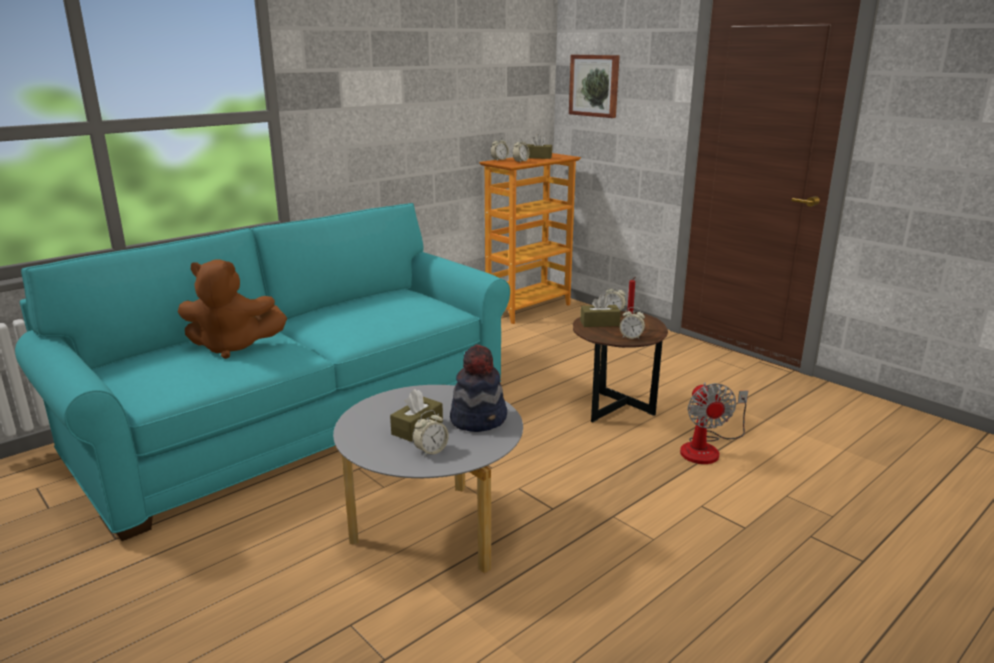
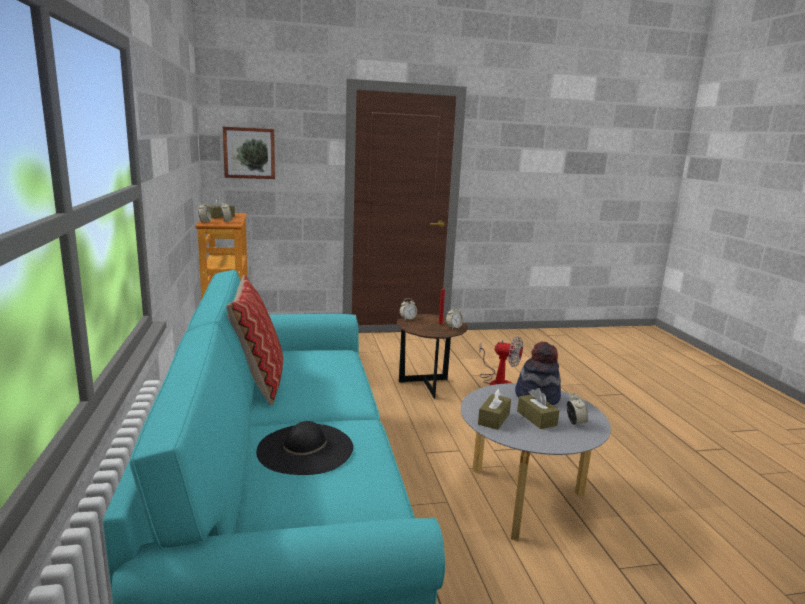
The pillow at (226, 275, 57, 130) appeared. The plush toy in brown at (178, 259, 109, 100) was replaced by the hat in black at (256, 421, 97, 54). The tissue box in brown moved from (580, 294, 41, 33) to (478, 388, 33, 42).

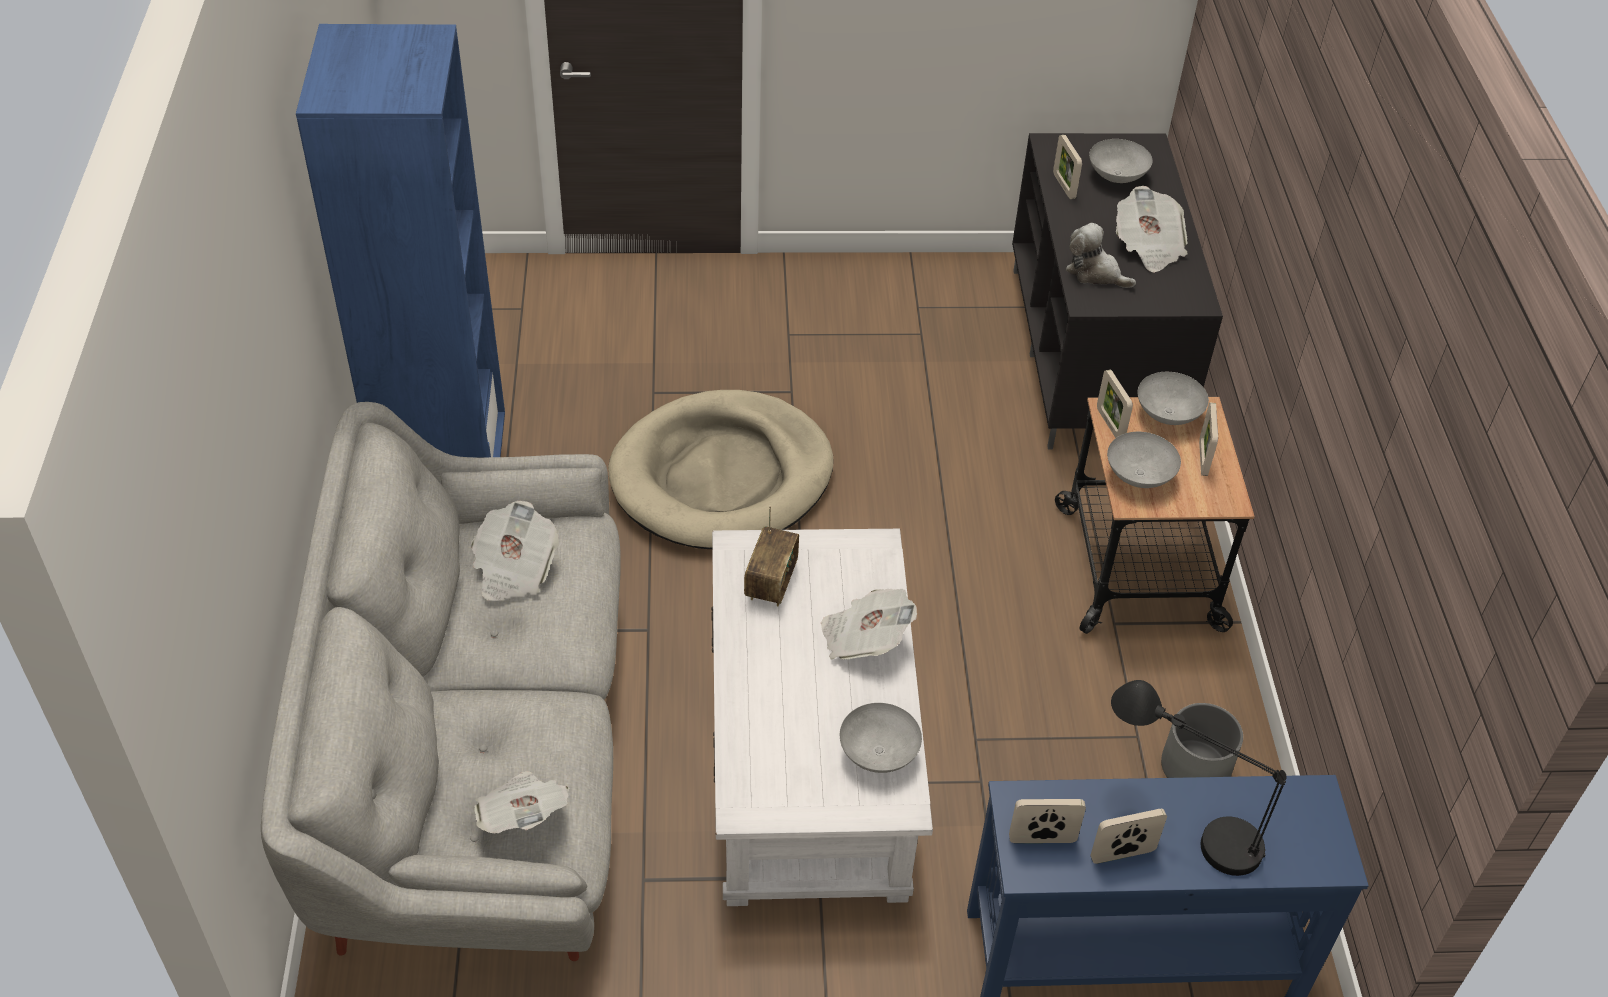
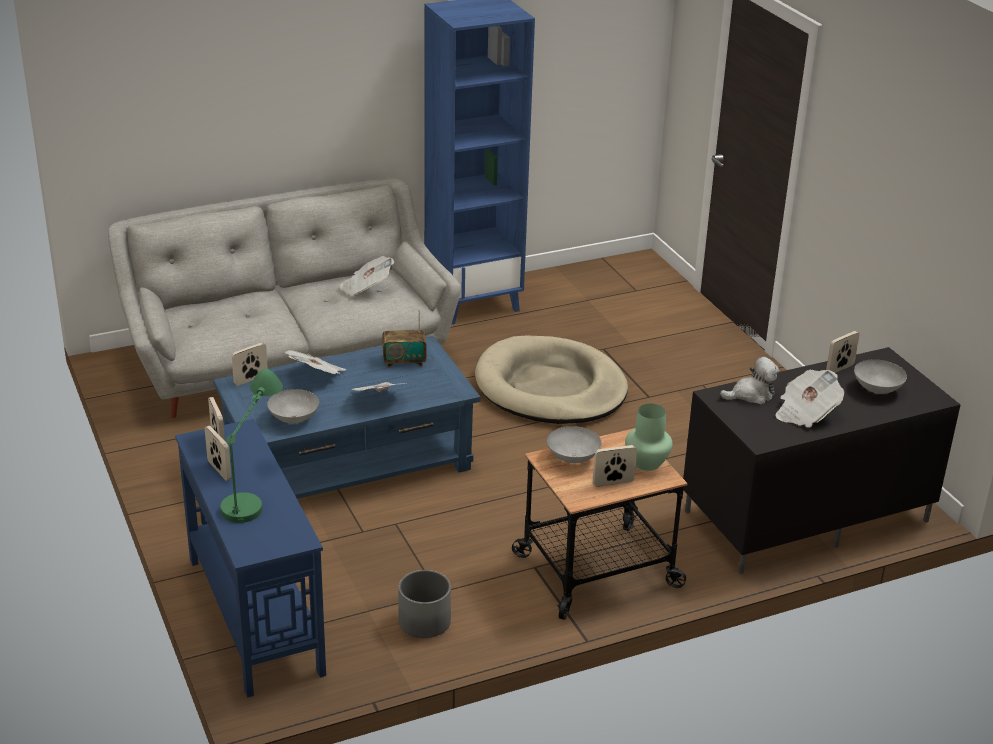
The coffee table in white at (711, 529, 222, 377) became the coffee table in blue at (213, 336, 268, 163). The table lamp in black at (1111, 680, 176, 196) became the table lamp in green at (220, 369, 63, 154). The picture frame moved from (1097, 369, 36, 69) to (232, 343, 36, 43). The newspaper moved from (474, 771, 95, 62) to (285, 350, 61, 24). The bowl in grey at (1137, 372, 72, 53) was replaced by the vase in green at (625, 404, 48, 67). The plush toy at (1066, 223, 70, 65) turned 60 degrees clockwise.

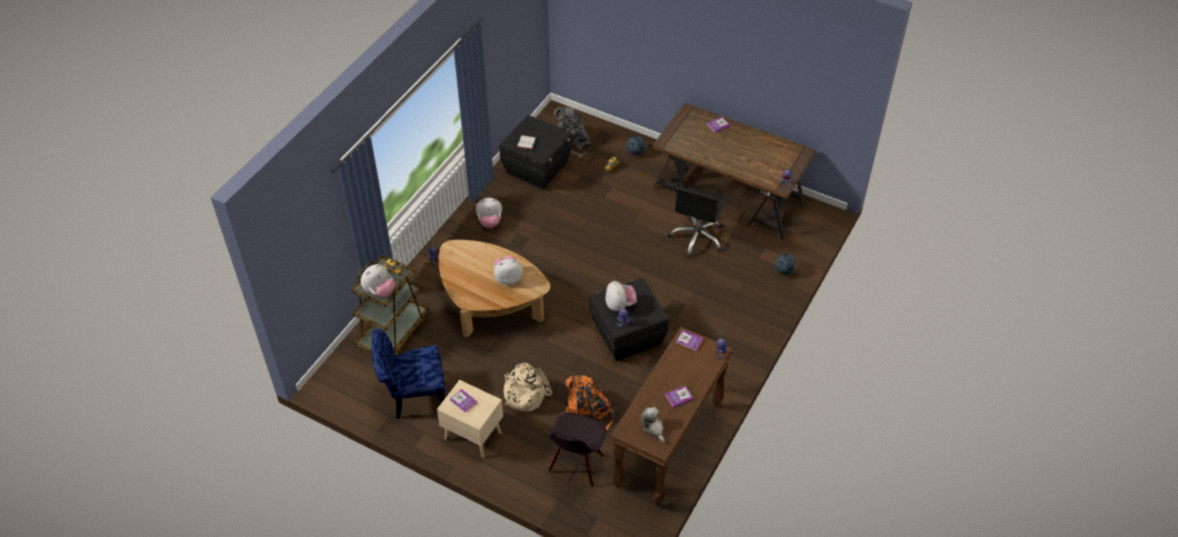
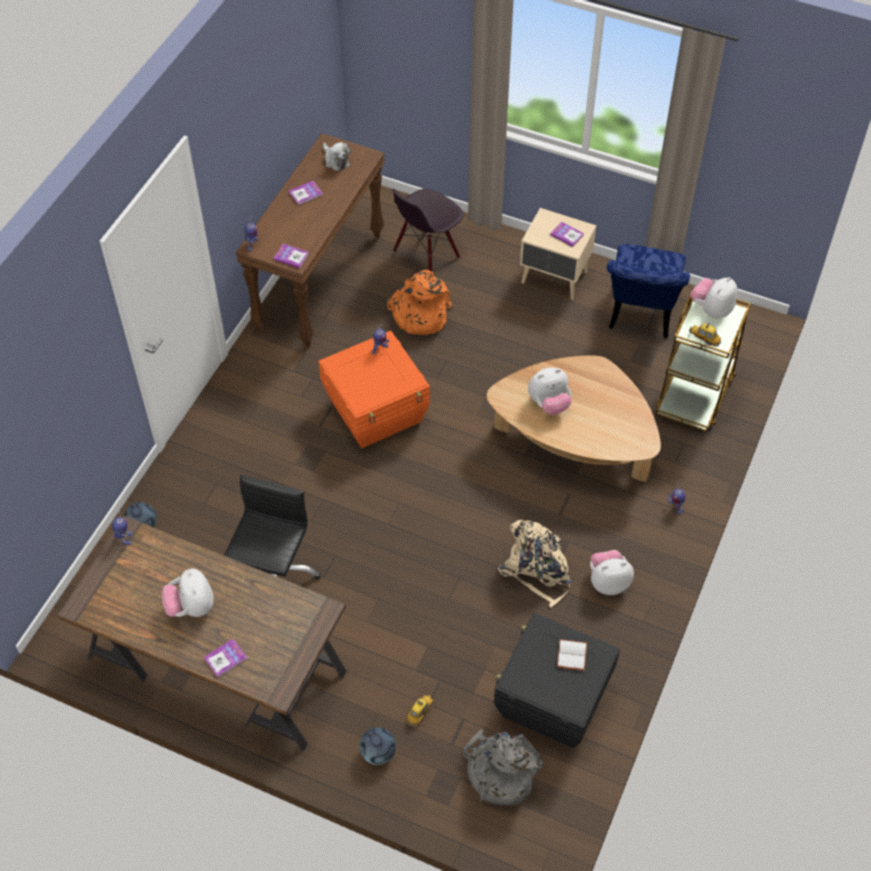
The plush toy moved from (605, 281, 32, 30) to (162, 568, 52, 49). The storage box in black at (590, 278, 79, 83) became the storage box in orange at (319, 331, 111, 117). The chair in black at (548, 413, 58, 75) turned 150 degrees counterclockwise. The backpack in beige moved from (503, 363, 49, 49) to (498, 520, 74, 87). The chair in blue at (372, 329, 73, 90) turned 120 degrees clockwise.

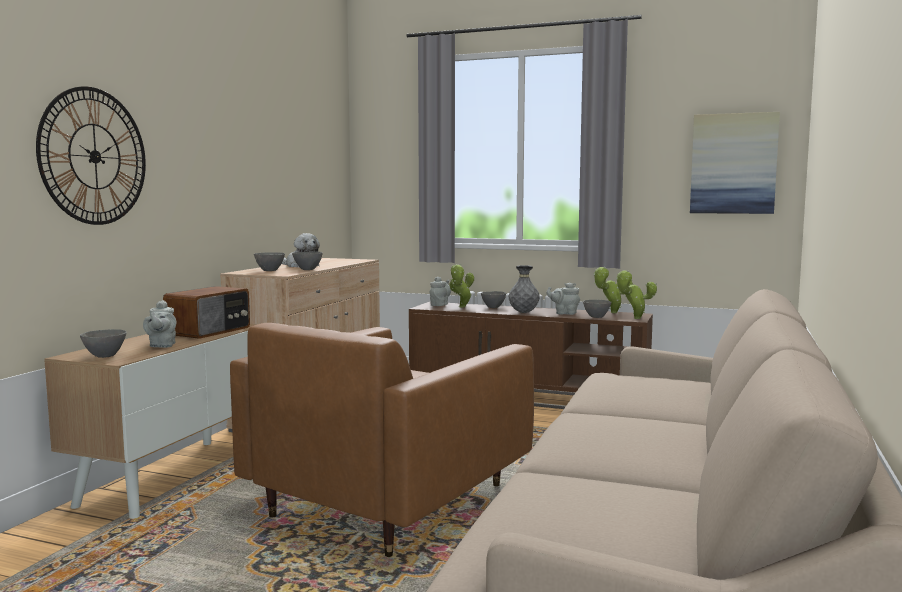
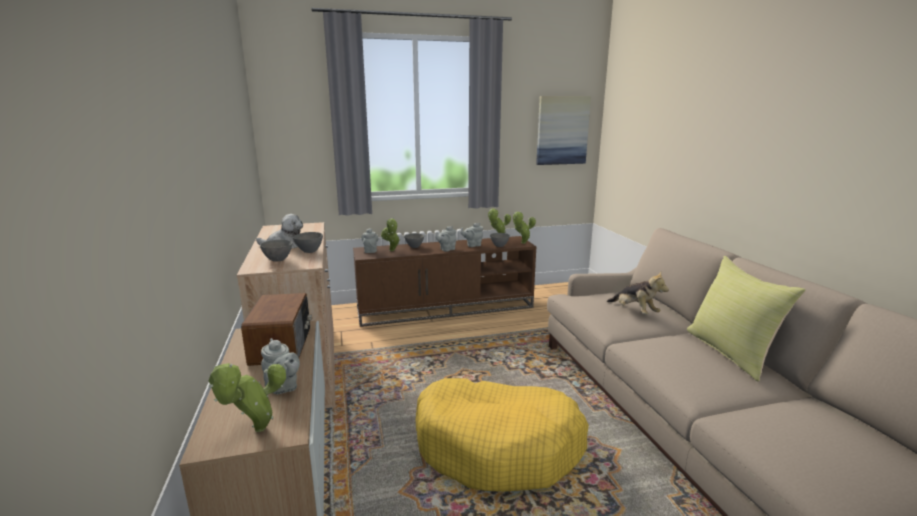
The bowl in grey at (80, 329, 47, 29) was replaced by the potted plant at (209, 363, 77, 69). The armchair in brown at (230, 323, 304, 234) was replaced by the dog bed in yellow at (415, 378, 174, 114). The vase in grey at (509, 265, 31, 48) was replaced by the teapot in grey at (435, 226, 22, 26). The plush toy at (607, 272, 62, 43) appeared. The pillow in yellow at (687, 256, 119, 125) appeared. The wall clock at (36, 86, 110, 139) disappeared.

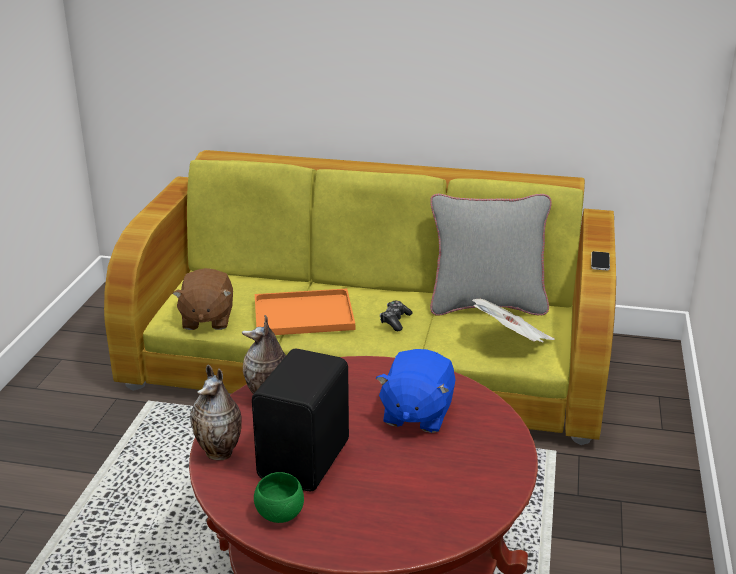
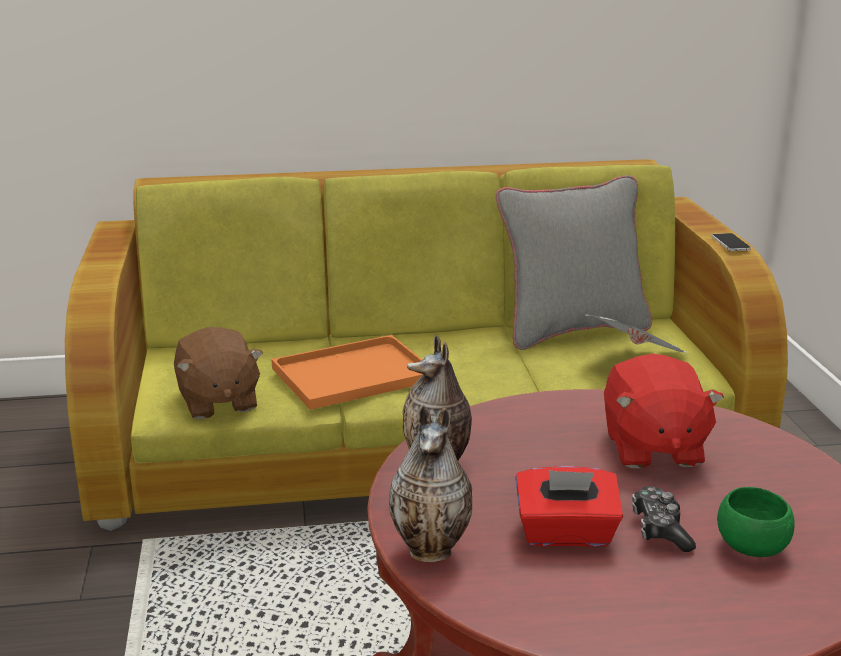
The speaker in black at (252, 349, 97, 142) was replaced by the tissue box in red at (515, 466, 108, 81). The plush toy in blue at (376, 349, 80, 84) became the plush toy in red at (604, 354, 120, 115). The game controller moved from (380, 301, 33, 30) to (632, 486, 64, 66). The bowl in green moved from (254, 472, 50, 51) to (717, 487, 78, 70).

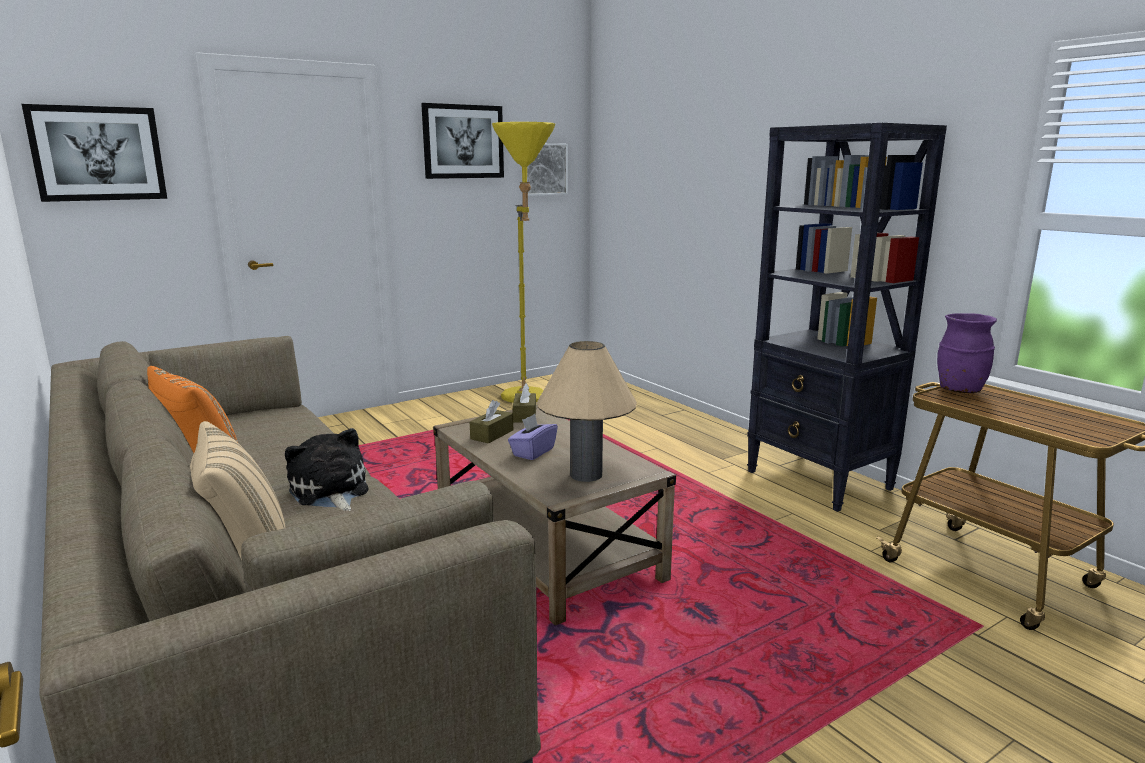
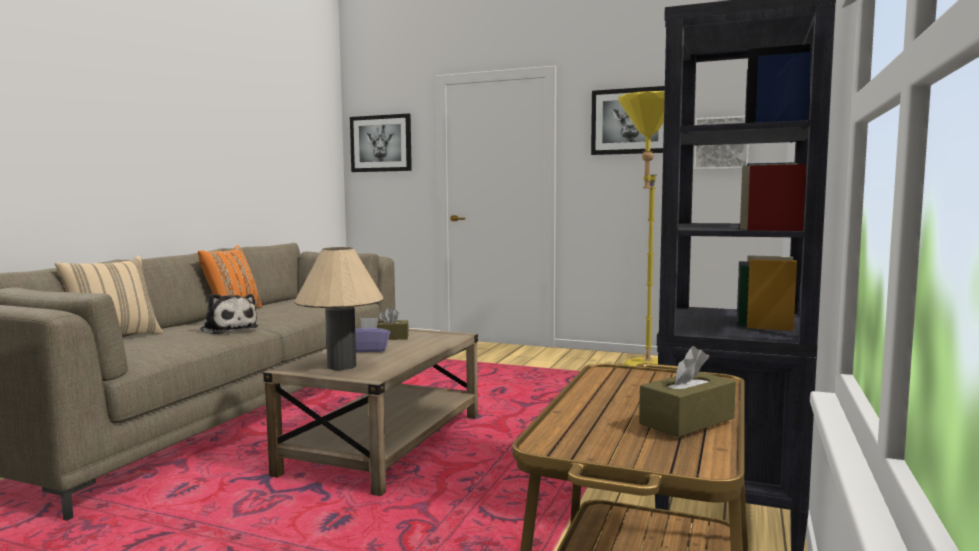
The plush toy at (285, 428, 83, 83) turned 105 degrees clockwise. The tissue box in brown moved from (513, 383, 23, 40) to (639, 346, 97, 91). The vase in purple at (937, 313, 60, 80) disappeared.

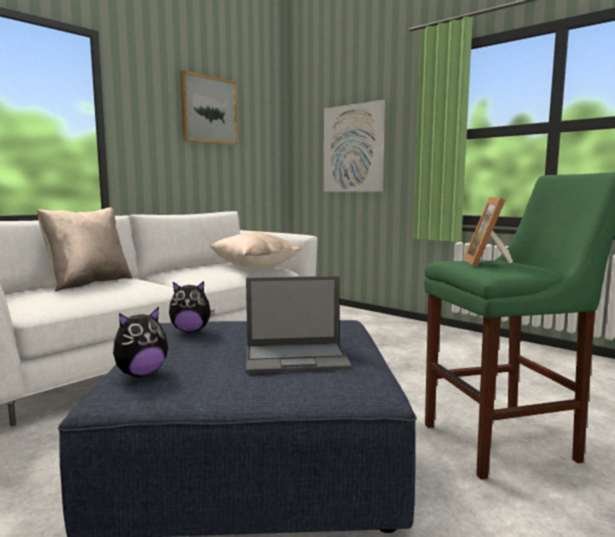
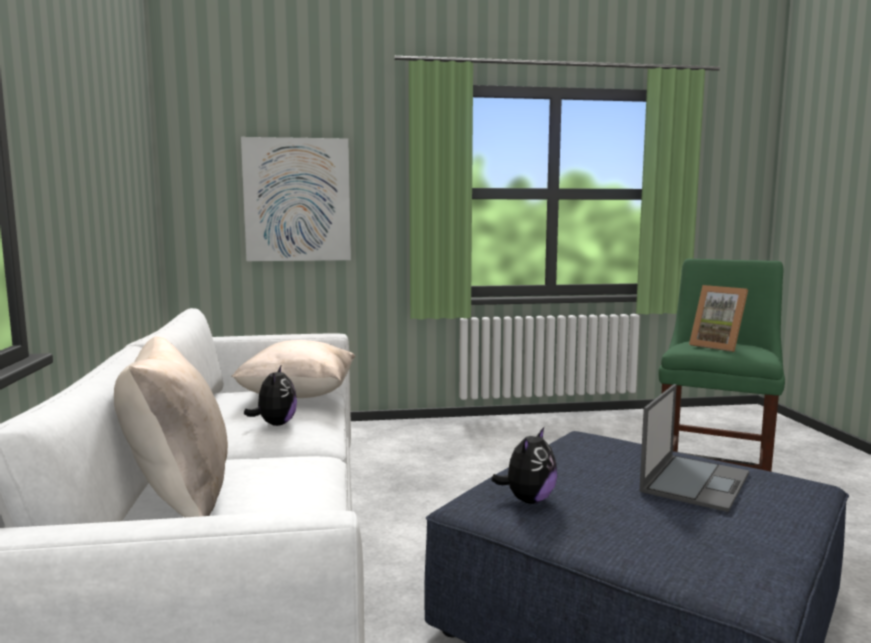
The plush toy moved from (113, 307, 55, 70) to (244, 366, 53, 60). The picture at (180, 70, 57, 75) disappeared.

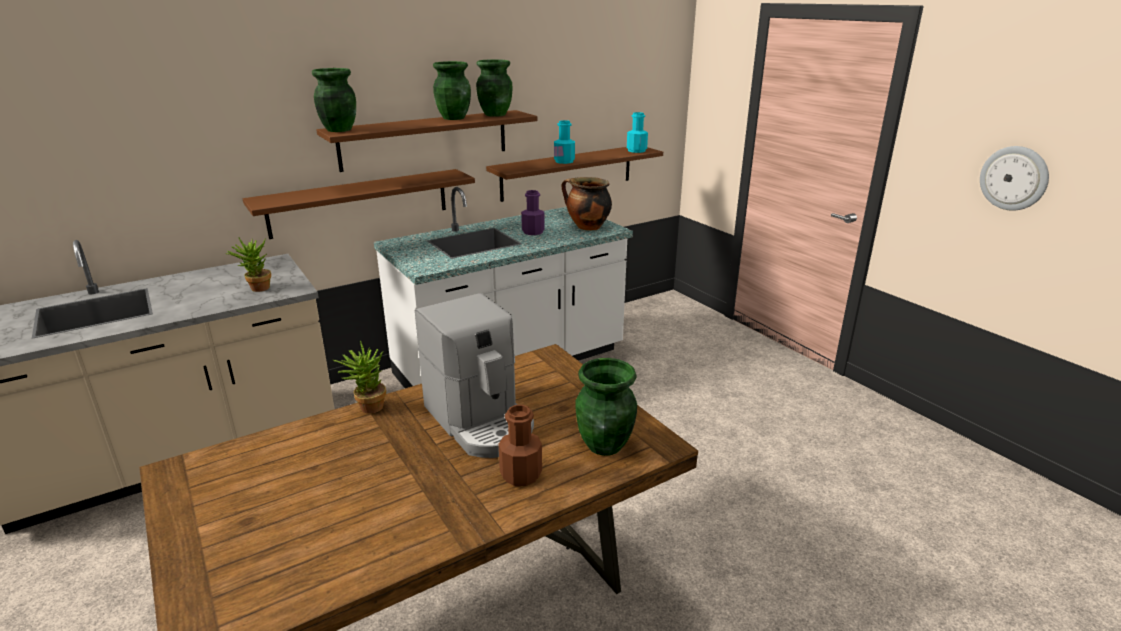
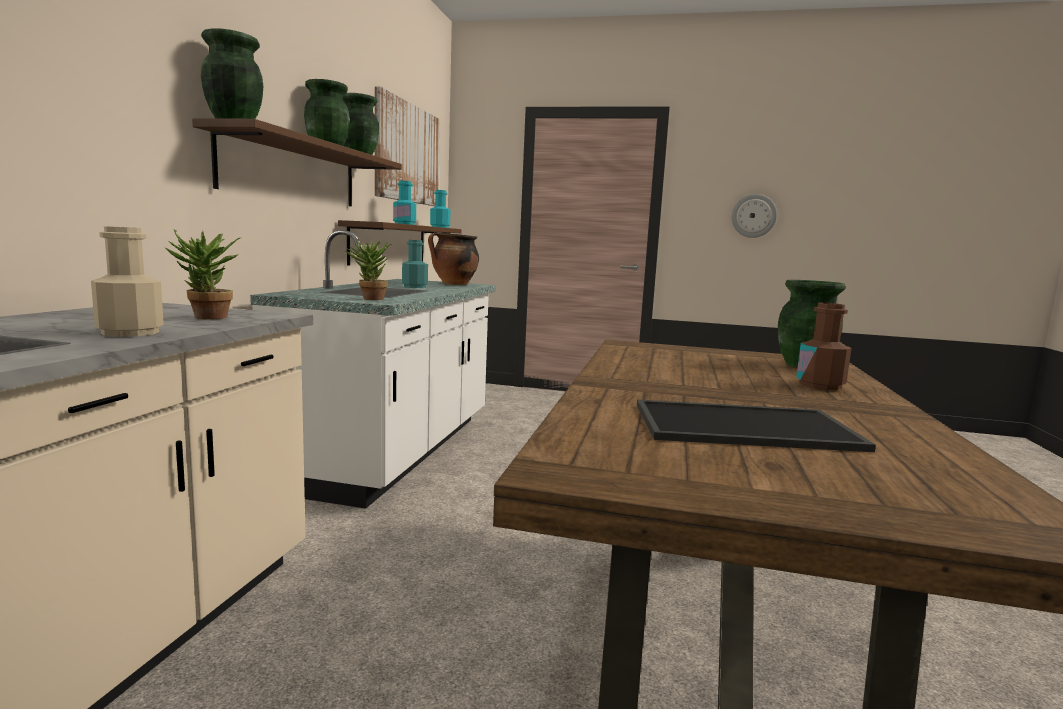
The bottle in beige at (91, 226, 73, 111) appeared. The potted plant moved from (333, 341, 53, 73) to (345, 239, 47, 61). The picture at (375, 86, 65, 120) appeared. The bottle in purple at (521, 190, 24, 45) became the bottle in turquoise at (402, 240, 26, 48). The tray at (637, 400, 239, 52) appeared. The shelf in brown at (243, 169, 232, 70) disappeared. The coffee machine at (415, 293, 119, 165) disappeared.

